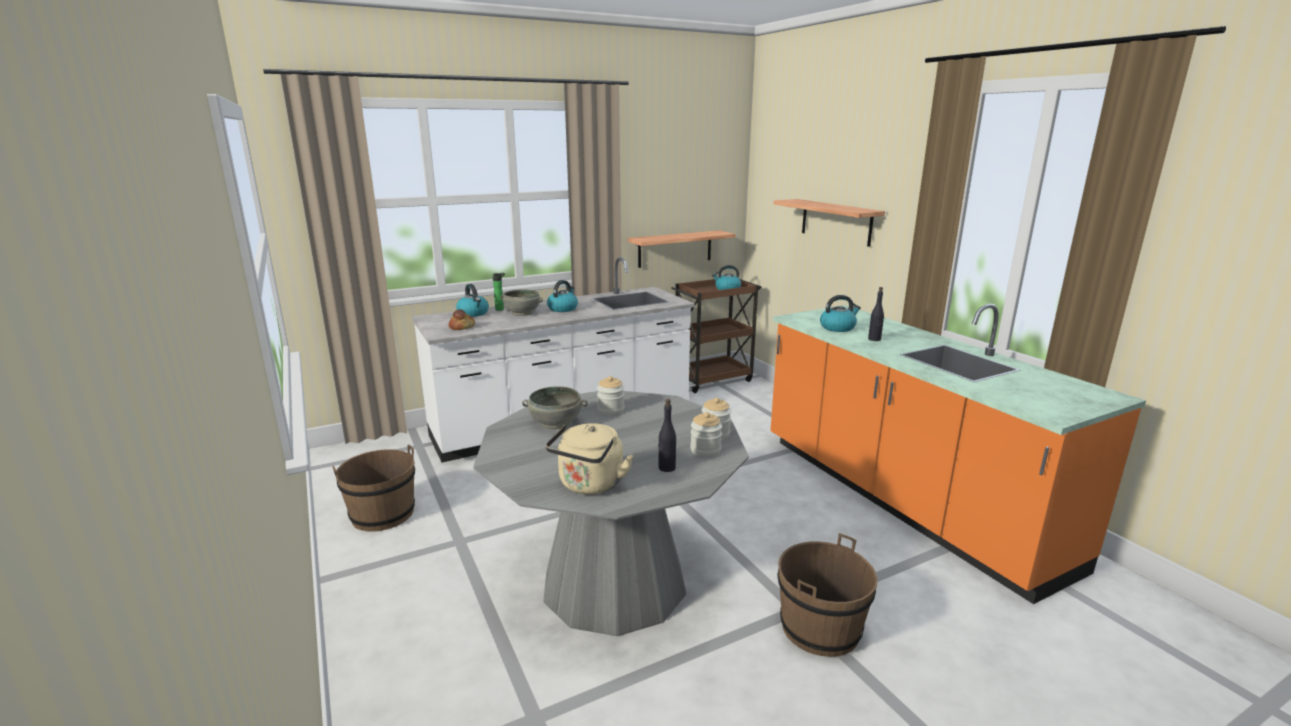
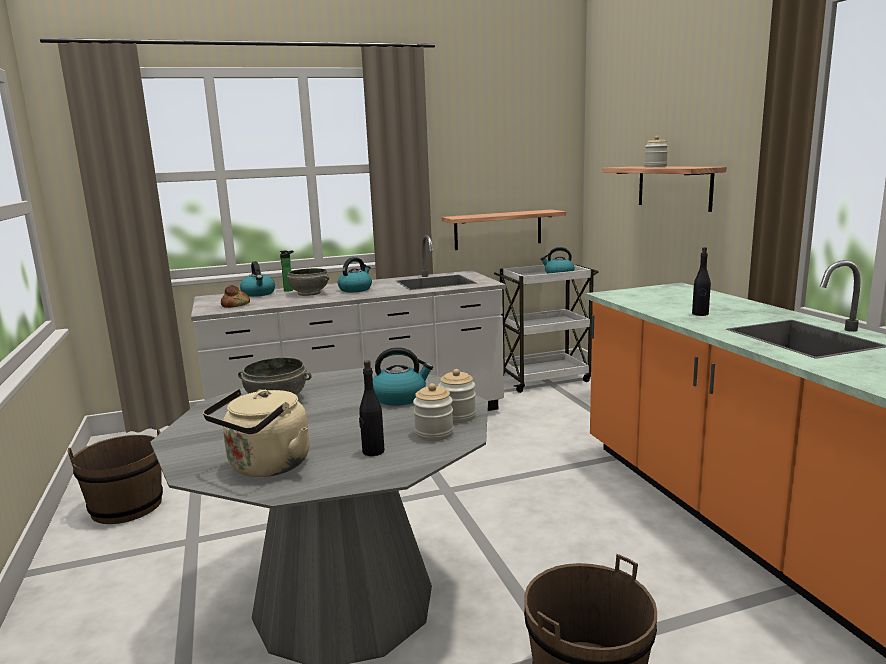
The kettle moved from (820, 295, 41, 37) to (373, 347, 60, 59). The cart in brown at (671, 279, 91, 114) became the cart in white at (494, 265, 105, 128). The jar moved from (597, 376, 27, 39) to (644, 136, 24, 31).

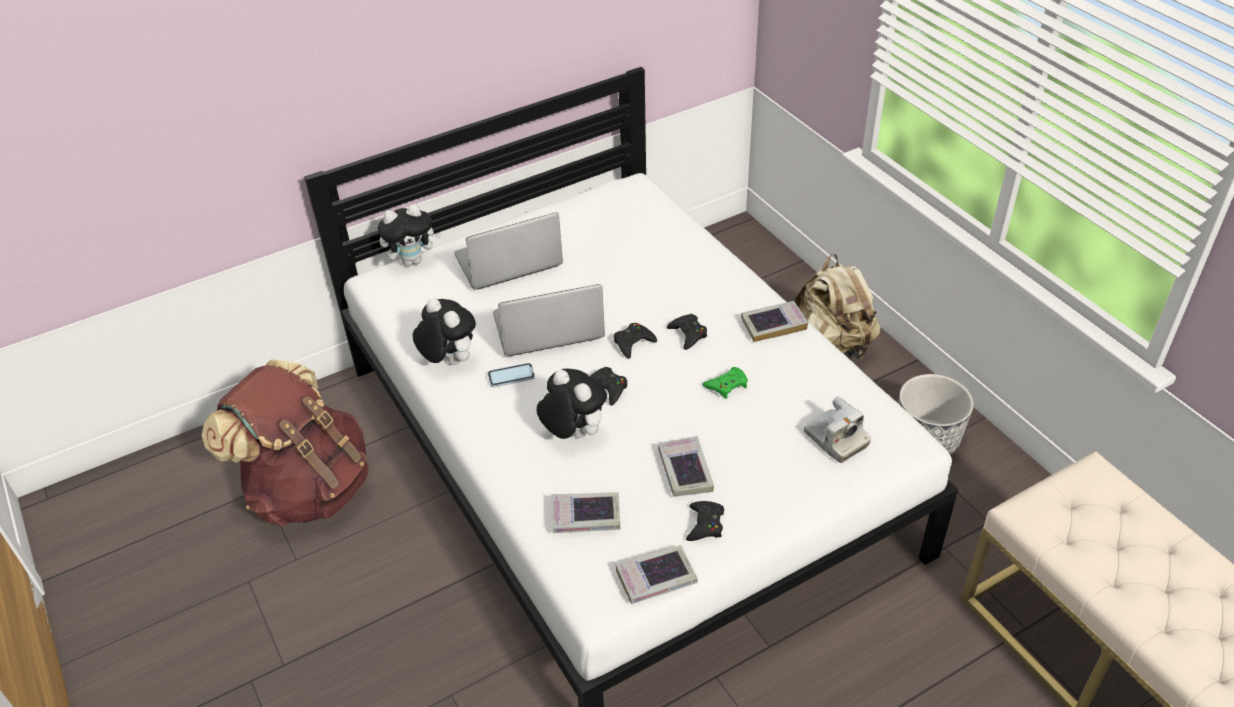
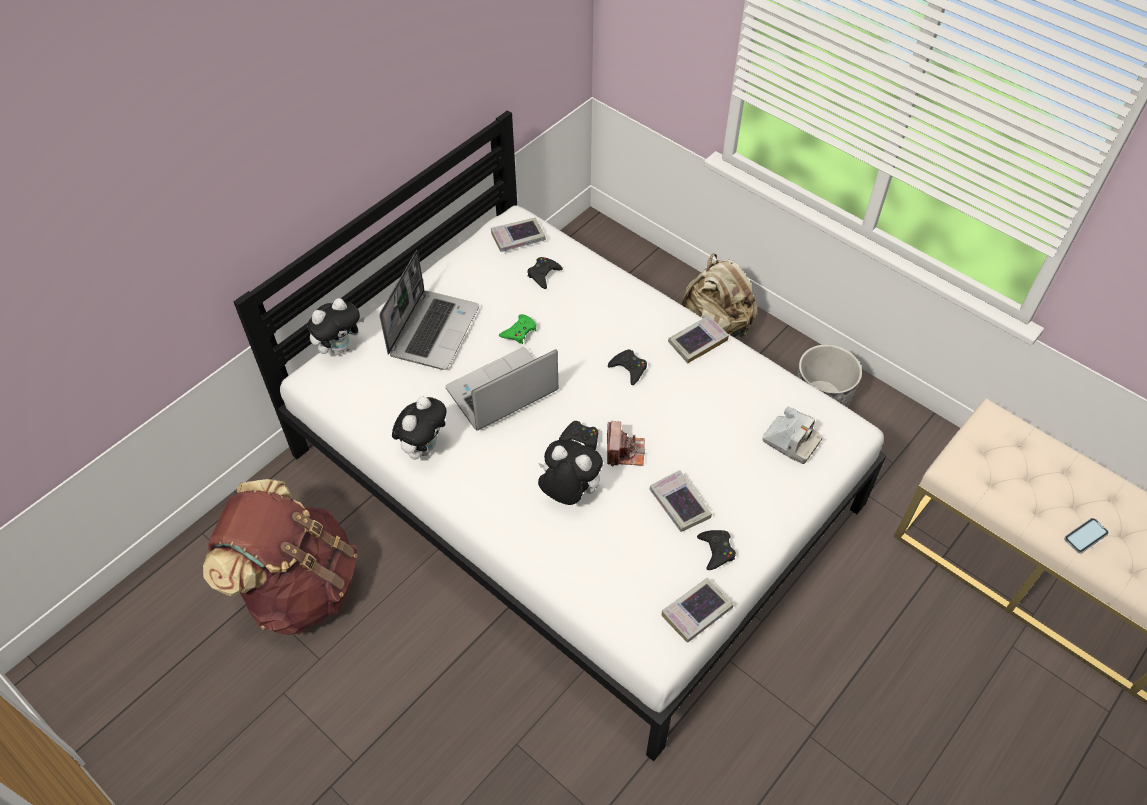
The laptop at (454, 212, 109, 77) turned 150 degrees clockwise. The plush toy at (412, 298, 64, 67) turned 90 degrees clockwise. The book moved from (552, 492, 68, 41) to (491, 217, 55, 35). The game controller in green moved from (702, 367, 46, 32) to (499, 314, 37, 30). The game controller in black moved from (614, 323, 43, 36) to (527, 257, 36, 32). The photo camera at (607, 421, 38, 46) appeared. The phone moved from (488, 363, 47, 24) to (1064, 518, 45, 36).

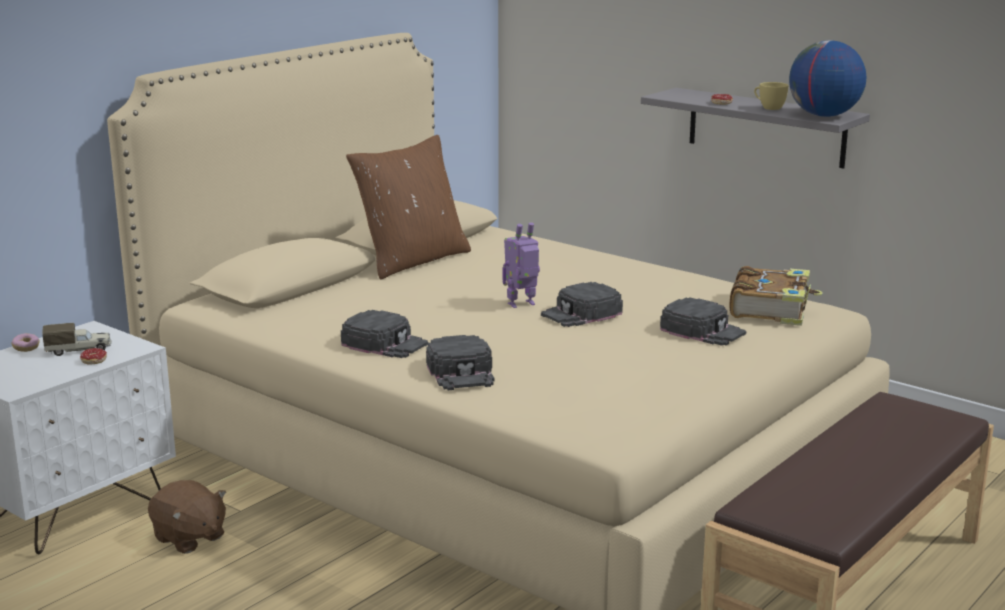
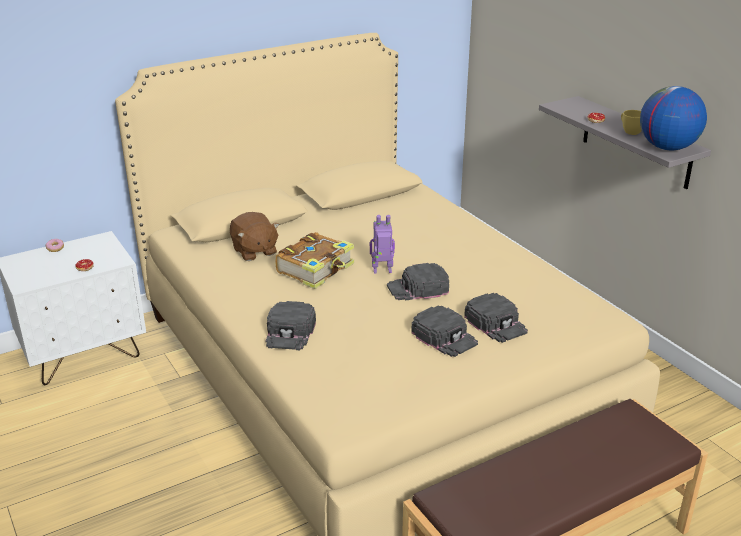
The plush toy in brown moved from (148, 480, 78, 74) to (230, 212, 50, 49). The book moved from (729, 266, 94, 60) to (275, 232, 79, 57). The cap in black moved from (341, 310, 88, 48) to (411, 305, 67, 52). The toy truck at (42, 323, 70, 33) disappeared. The pillow in brown at (346, 135, 125, 144) disappeared.

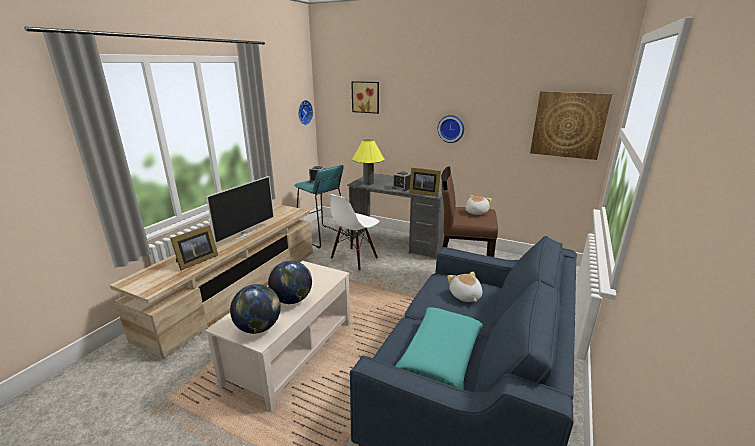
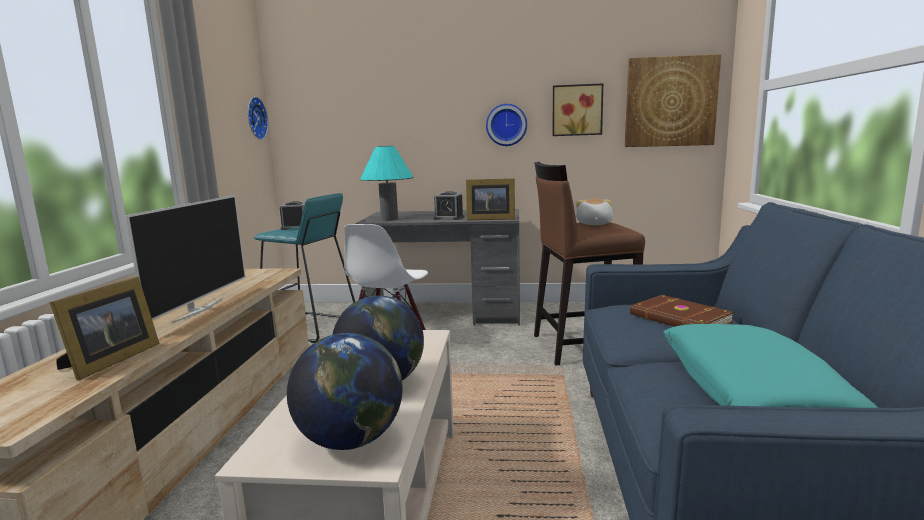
The table lamp in yellow at (352, 139, 32, 46) became the table lamp in turquoise at (360, 146, 53, 75). The picture moved from (351, 81, 28, 33) to (552, 83, 51, 53). The plush toy at (447, 272, 35, 30) was replaced by the book in brown at (630, 295, 104, 32).

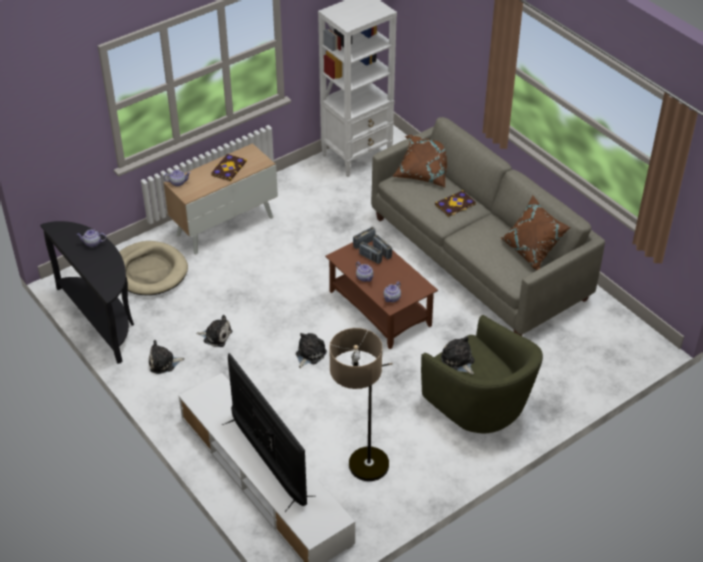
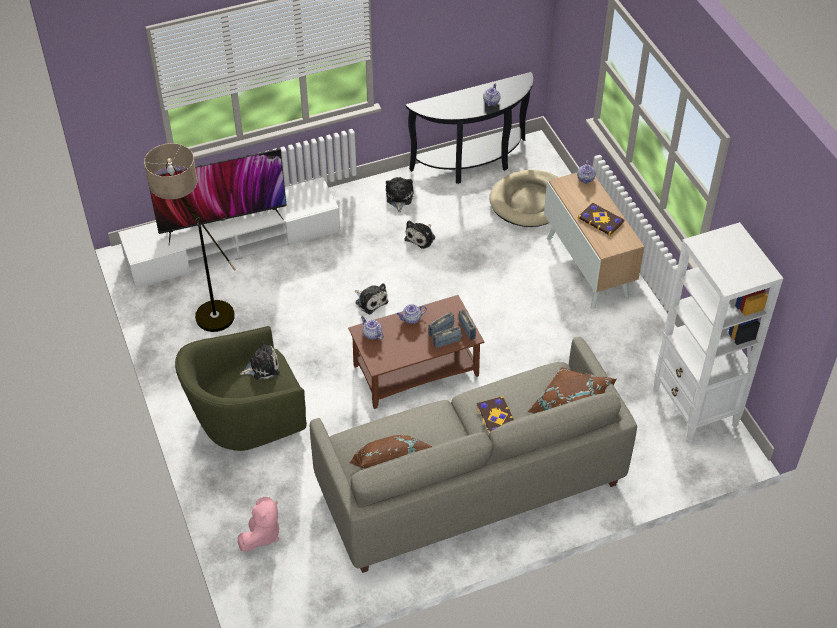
The plush toy in pink at (238, 497, 41, 54) appeared.

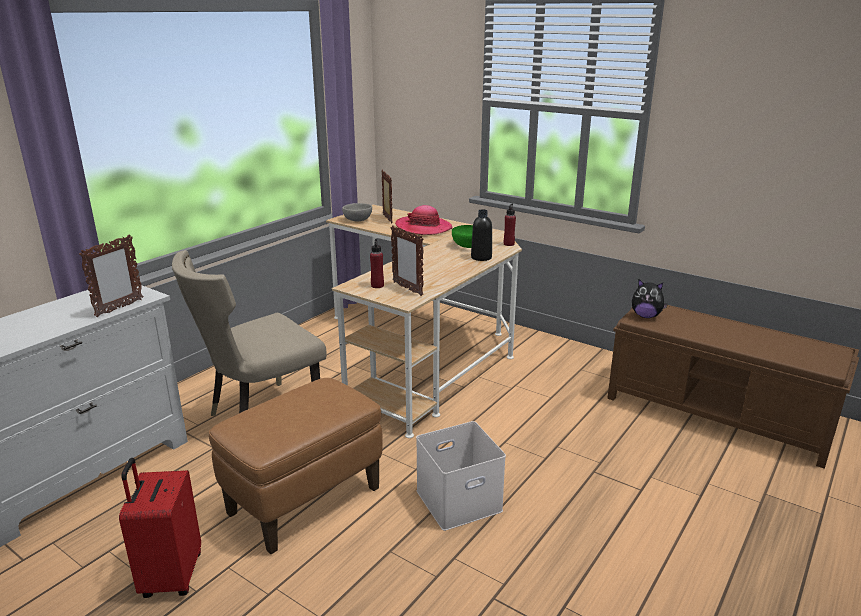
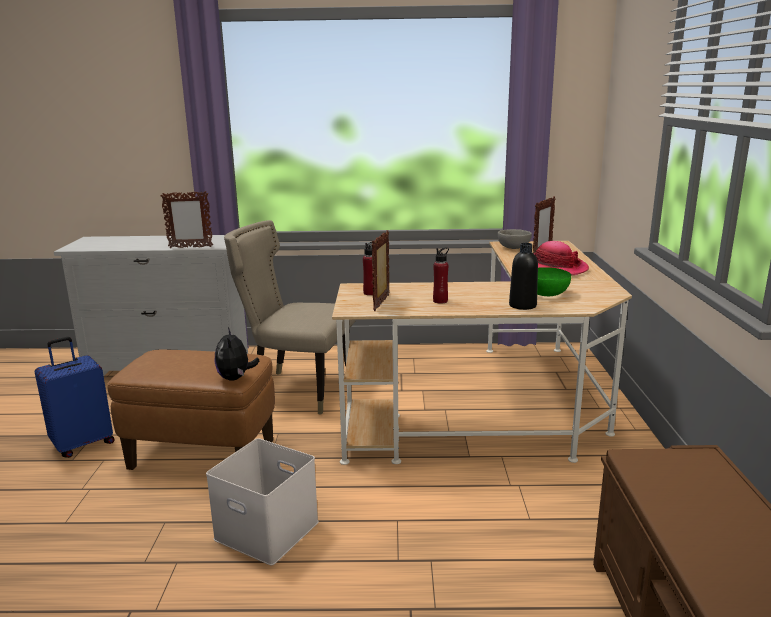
The suitcase in red at (119, 458, 82, 140) became the suitcase in blue at (35, 337, 79, 121). The plush toy moved from (632, 279, 36, 39) to (215, 328, 44, 53). The bottle in red moved from (504, 204, 12, 42) to (433, 248, 16, 56).

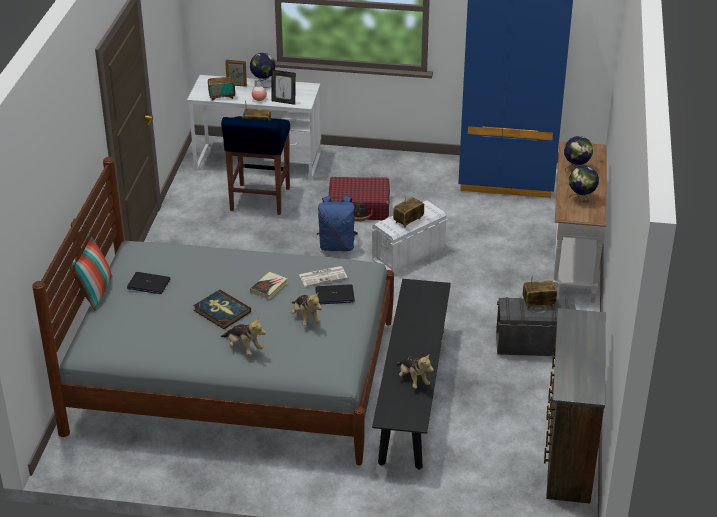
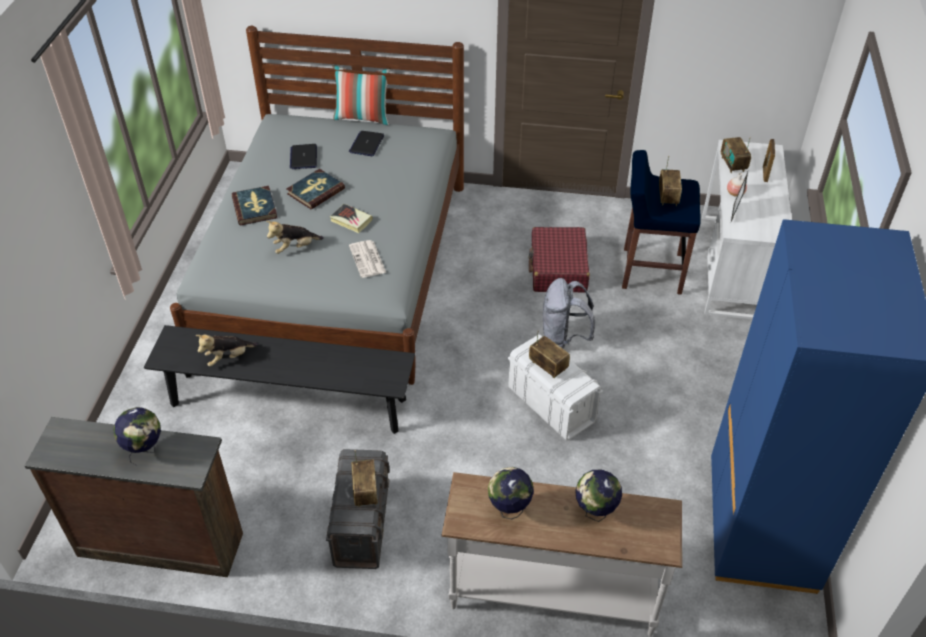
The globe moved from (250, 53, 26, 35) to (113, 407, 48, 59). The plush toy at (221, 317, 45, 38) was replaced by the book at (232, 186, 45, 39). The laptop moved from (315, 284, 40, 20) to (290, 144, 27, 25). The suitcase in red moved from (329, 177, 61, 45) to (529, 227, 61, 65). The backpack in blue at (317, 196, 41, 55) became the backpack in grey at (543, 278, 52, 71).

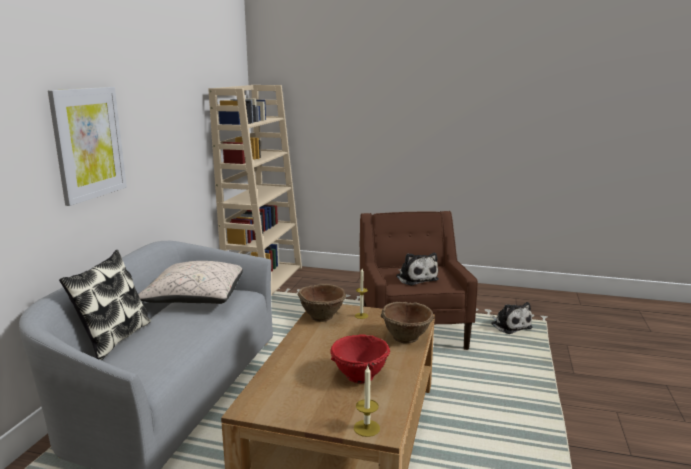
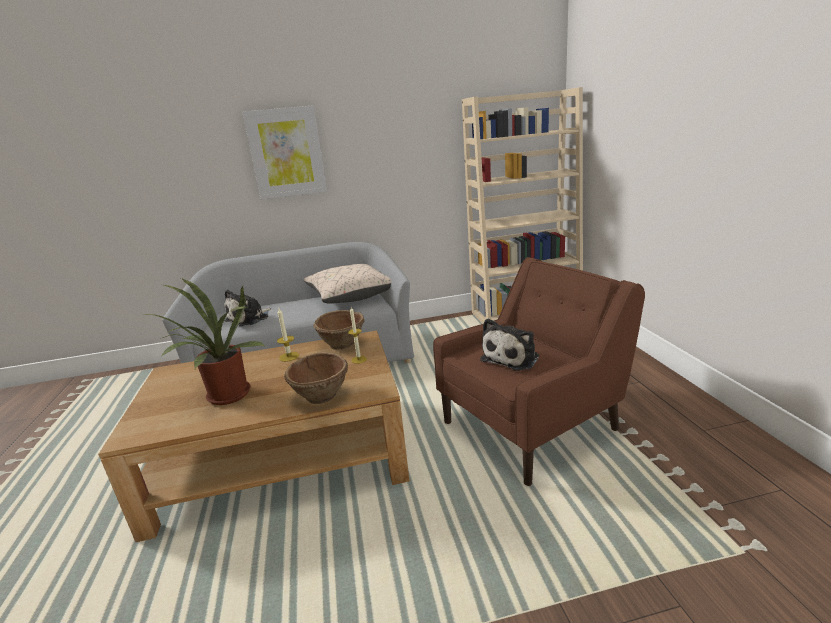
The bowl in red at (330, 334, 60, 50) was replaced by the potted plant at (142, 278, 124, 127). The plush toy moved from (490, 302, 43, 32) to (224, 290, 48, 36). The candle moved from (354, 366, 26, 71) to (277, 309, 22, 53). The pillow at (59, 250, 92, 111) disappeared.

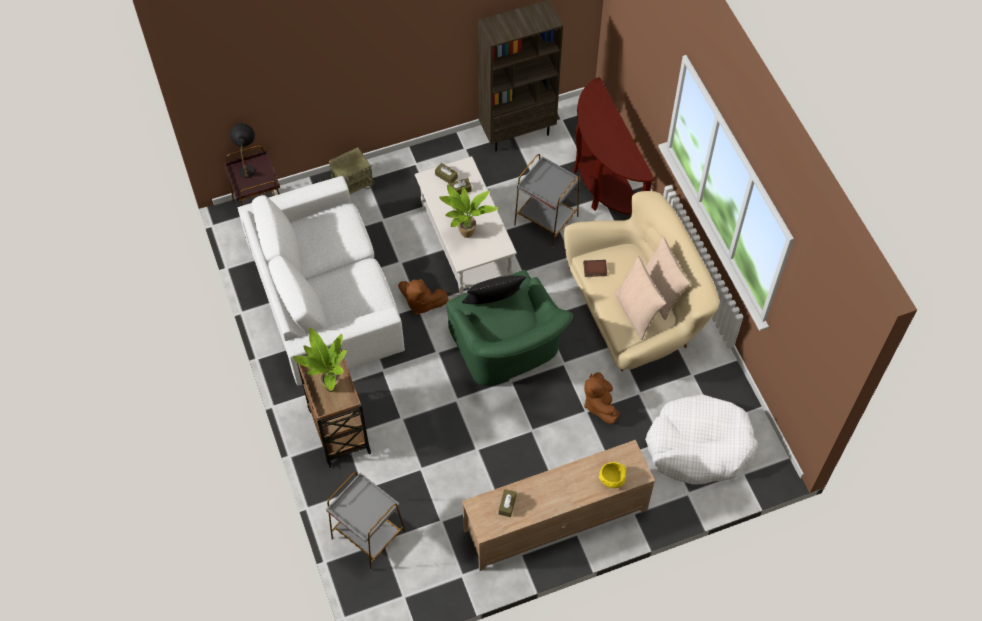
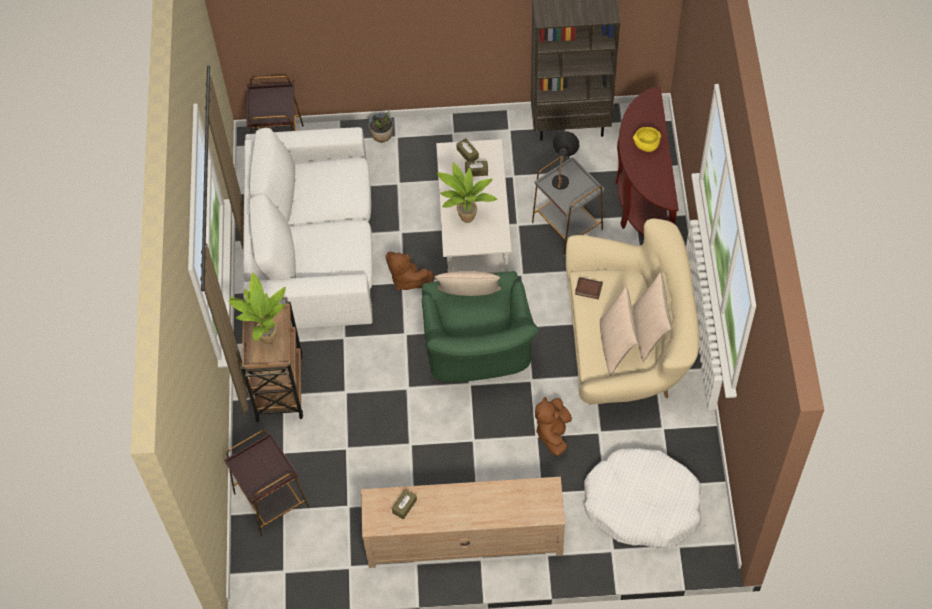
The side table in grey at (326, 472, 80, 99) became the side table in brown at (224, 430, 85, 106). The radio at (329, 147, 46, 47) was replaced by the potted plant at (368, 111, 25, 32). The pillow in black at (462, 275, 64, 29) became the pillow in beige at (434, 271, 67, 25). The table lamp in black moved from (230, 123, 25, 55) to (552, 131, 27, 58). The bowl in yellow moved from (599, 462, 27, 26) to (633, 127, 28, 25).

